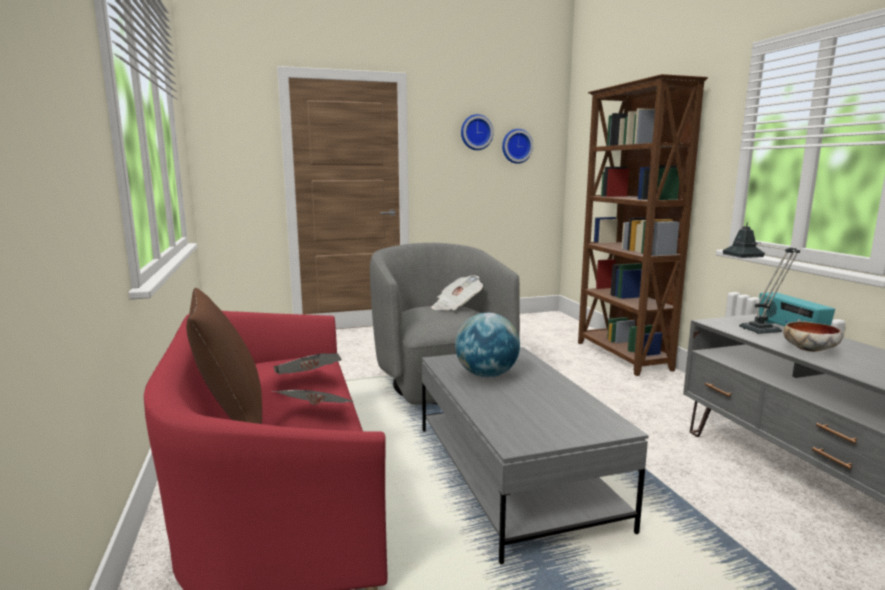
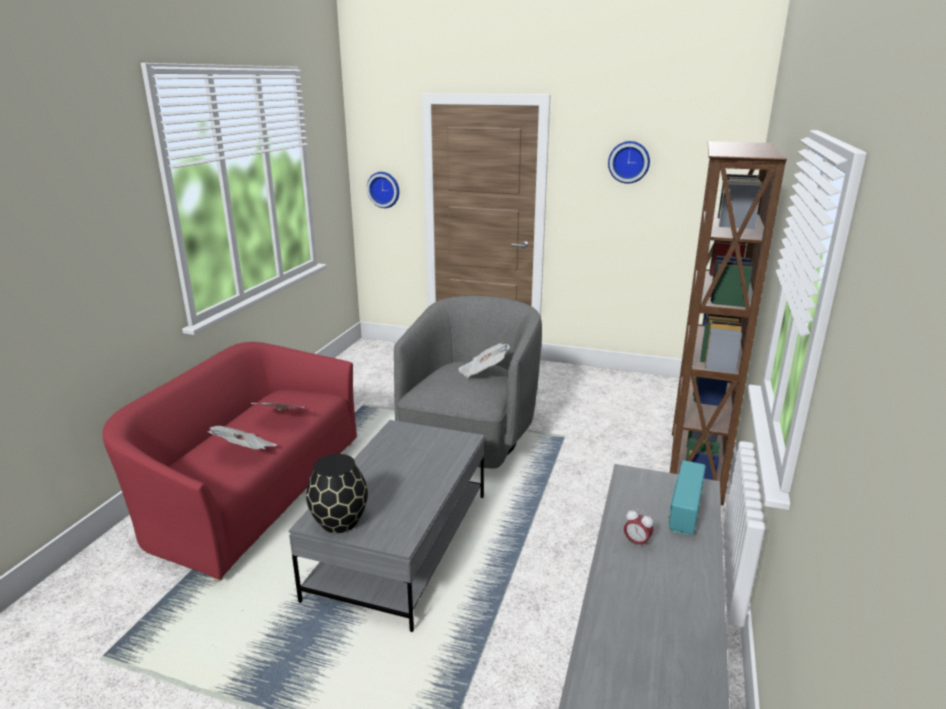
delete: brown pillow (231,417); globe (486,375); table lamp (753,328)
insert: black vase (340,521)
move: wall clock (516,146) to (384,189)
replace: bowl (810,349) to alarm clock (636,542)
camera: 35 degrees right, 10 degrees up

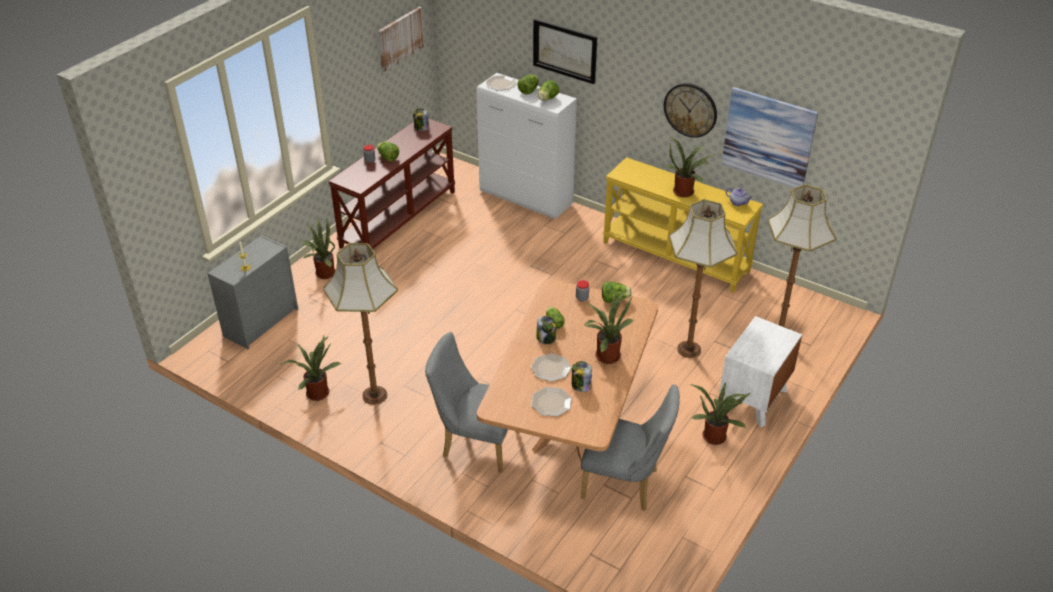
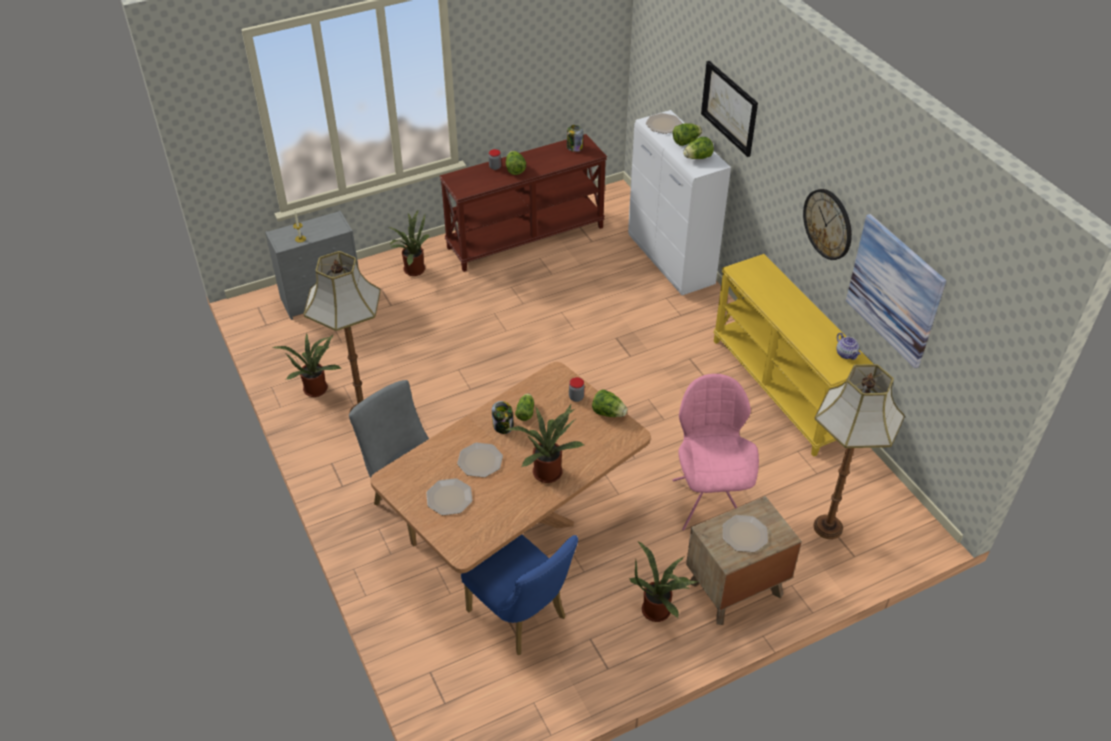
delete: picture (400,38); jar (581,385); potted plant (685,191)
insert: plate (744,534)
replace: floor lamp (688,349) to pink chair (708,500)
recolor: grey chair (625,485) to blue chair (522,618); white nightstand (753,399) to brown nightstand (735,589)
camera: 30 degrees right, 5 degrees up

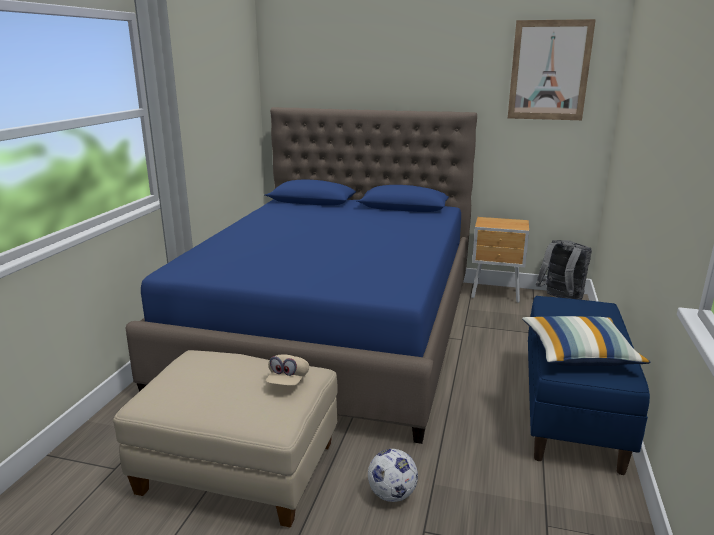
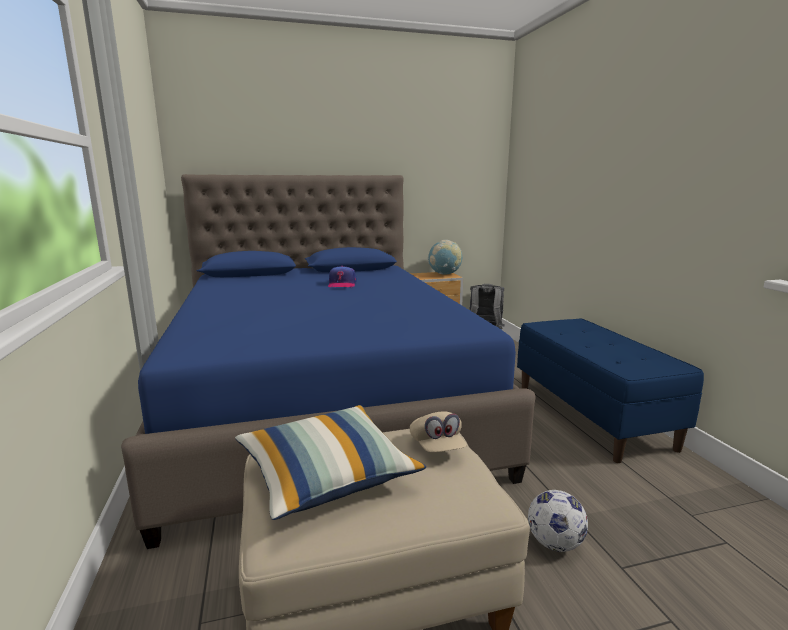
delete: picture (549,70)
insert: cap (342,284); globe (444,274)
move: pillow (579,354) to (327,475)
camera: 30 degrees left, 5 degrees down

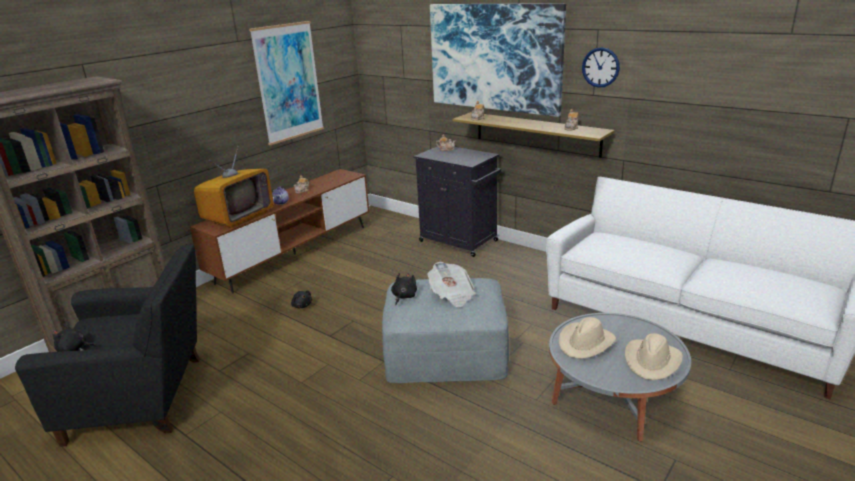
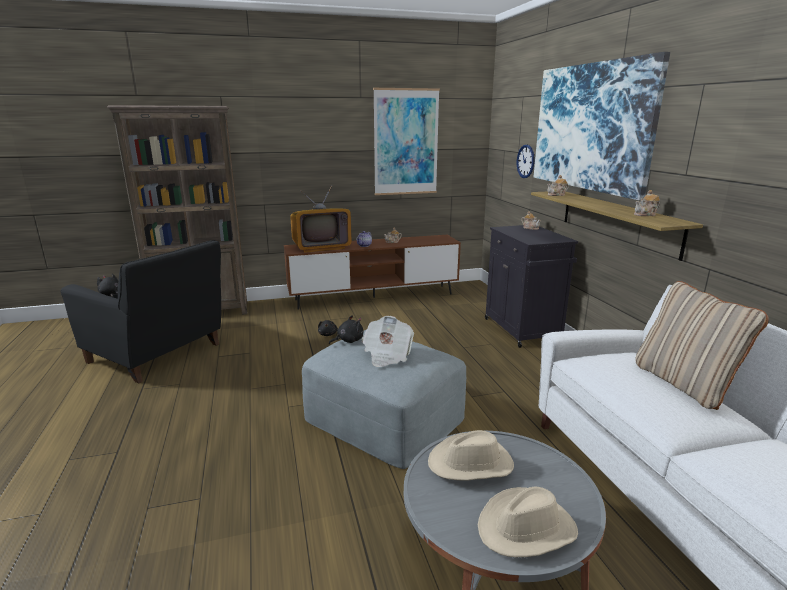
insert: beige pillow (684,384)
move: wall clock (600,67) to (525,161)
camera: 35 degrees right, 5 degrees down

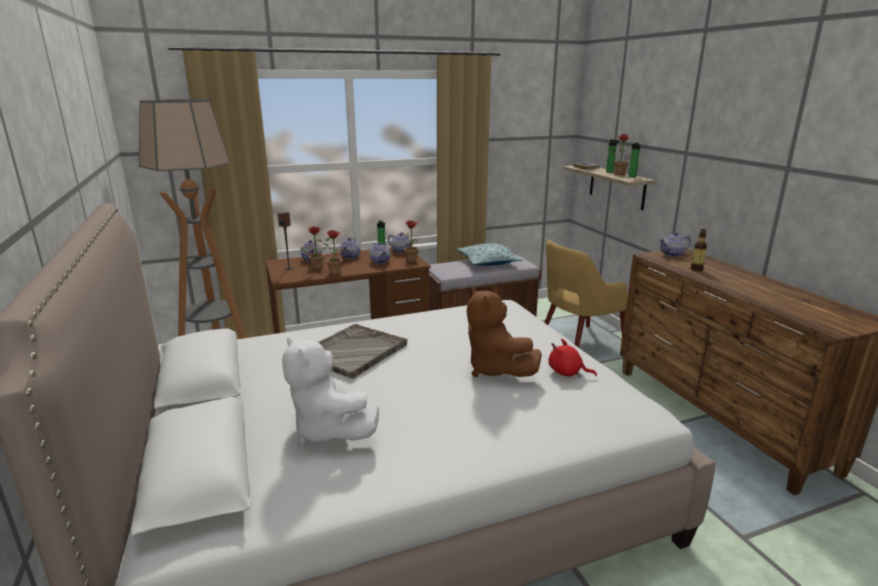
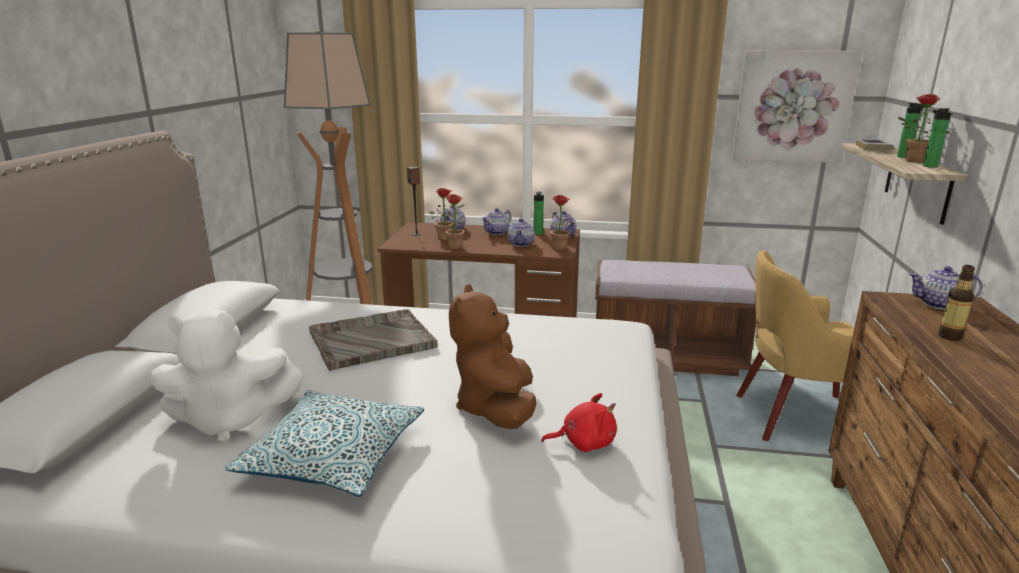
insert: picture (792,107)
move: pillow (488,262) to (333,456)
rotate: white plush toy (328,430) = (231,420) 90 degrees counterclockwise; red plush toy (567,373) = (584,442) 120 degrees clockwise
camera: 30 degrees right, 0 degrees up

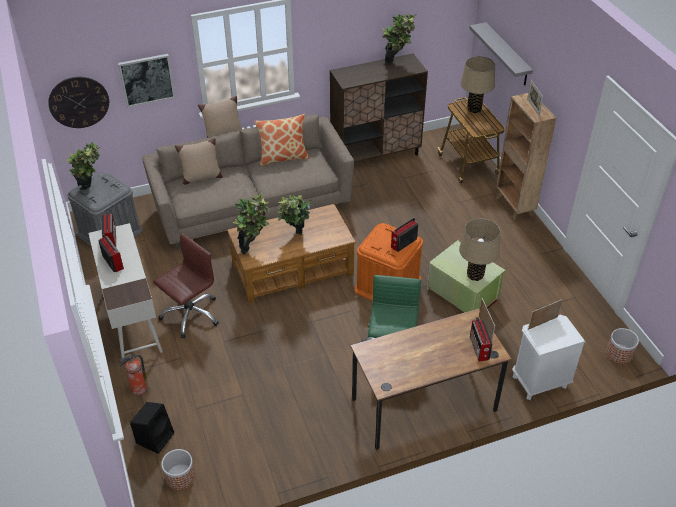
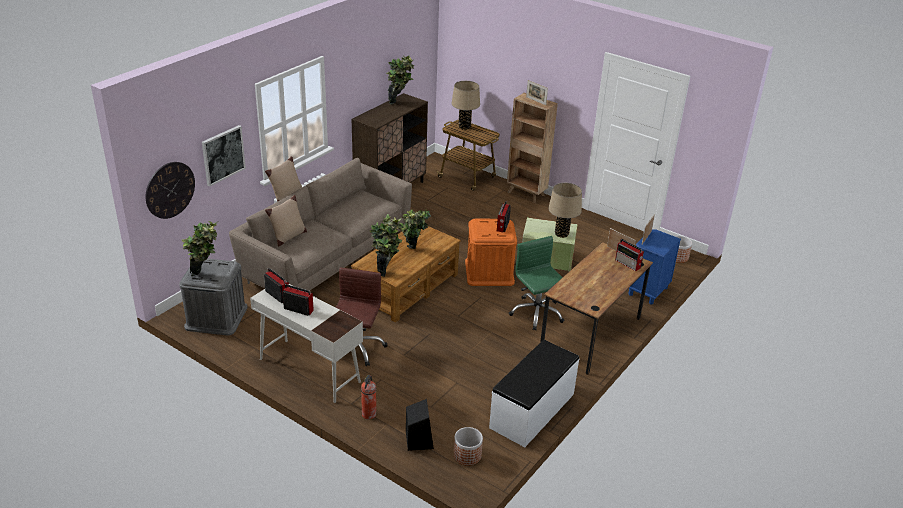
delete: pillow (283,157); grey shelf (507,54)
insert: white bench (533,411)
recolor: white nightstand (539,382) to blue nightstand (648,291)
camera: 35 degrees left, 10 degrees down

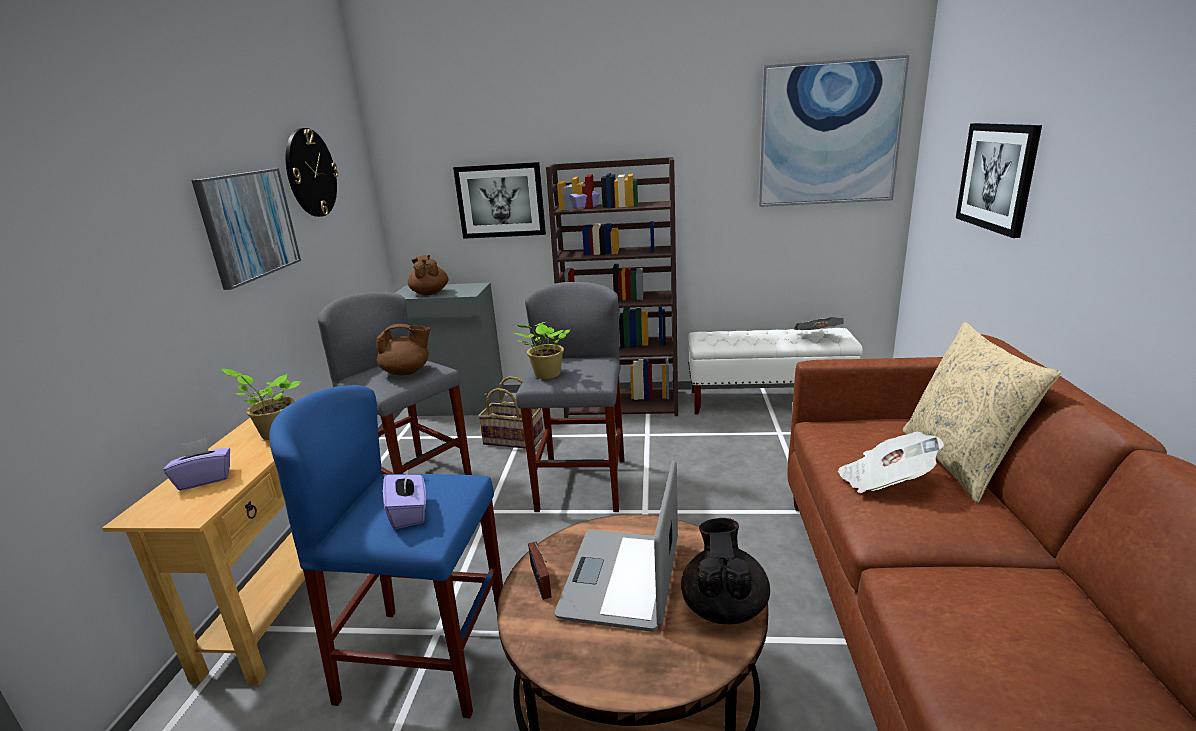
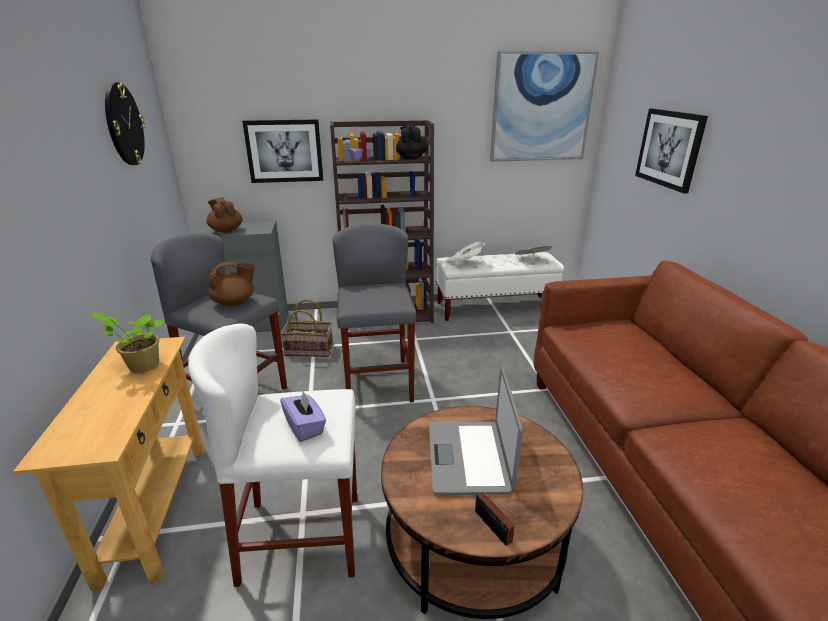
delete: purple tissue box (205,479); picture (249,225); potted plant (546,375); beige pillow (959,463)
move: black teapot (724,606) to (410,158); newspaper (885,482) to (463,263); radio (540,583) to (494,529)
recolor: blue stool (426,660) to white stool (302,537)
camera: 15 degrees left, 5 degrees up

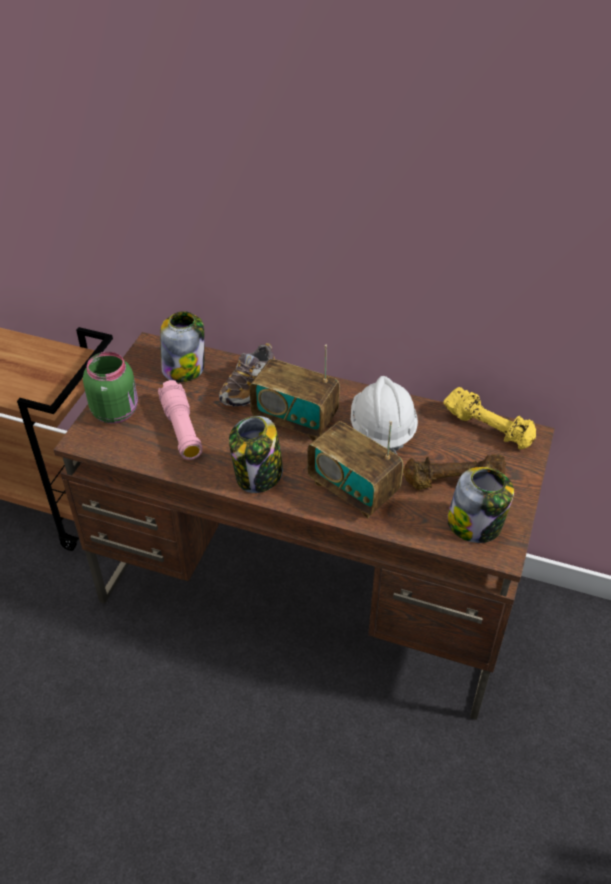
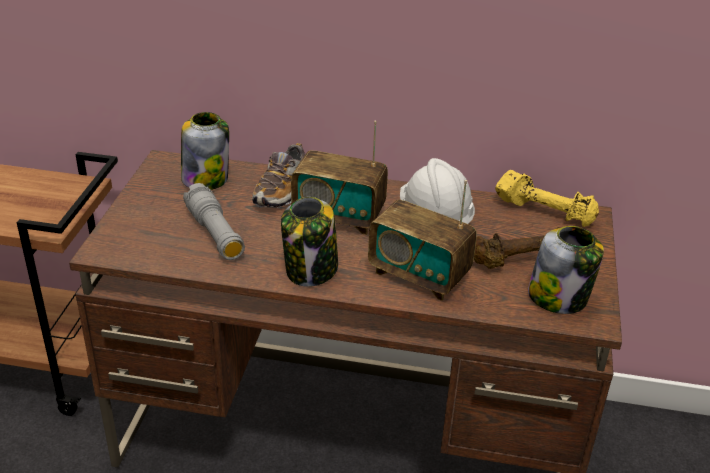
delete: green jar (116,411)
recolor: pink flashlight (181,429) to grey flashlight (215,233)
camera: 10 degrees left, 10 degrees down

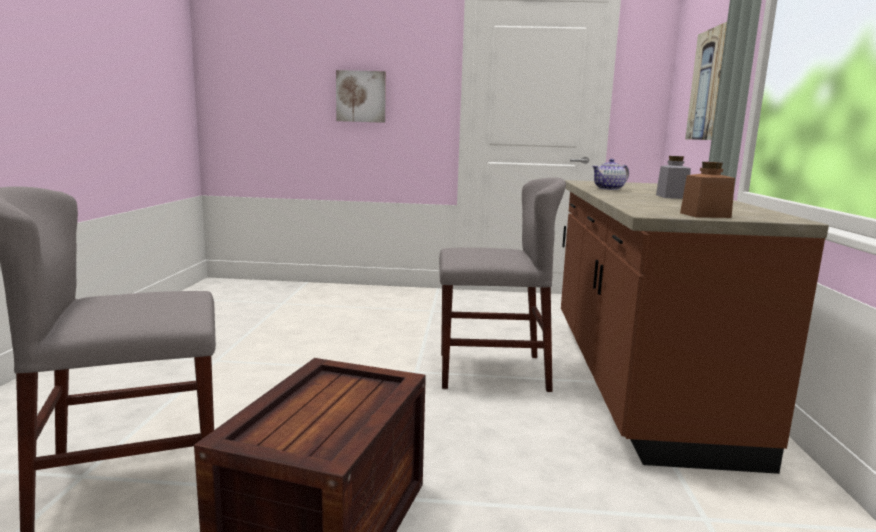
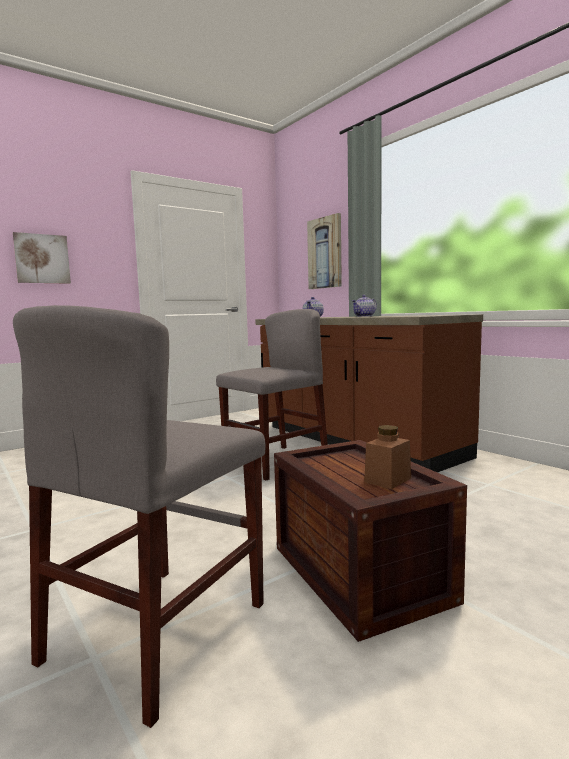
move: brown jar (705,215) to (387,480)
replace: grey jar (671,197) to teapot (364,316)
camera: 40 degrees left, 5 degrees down

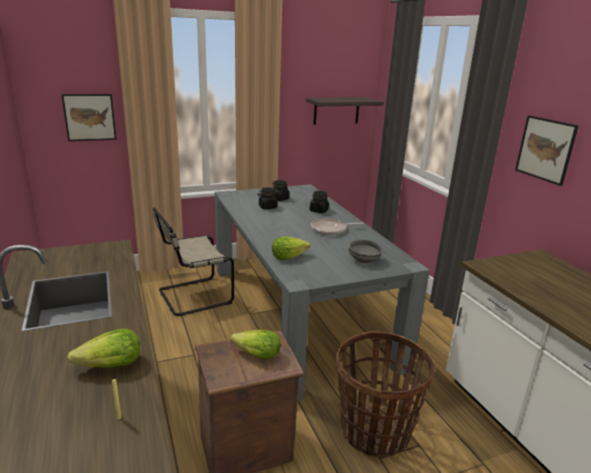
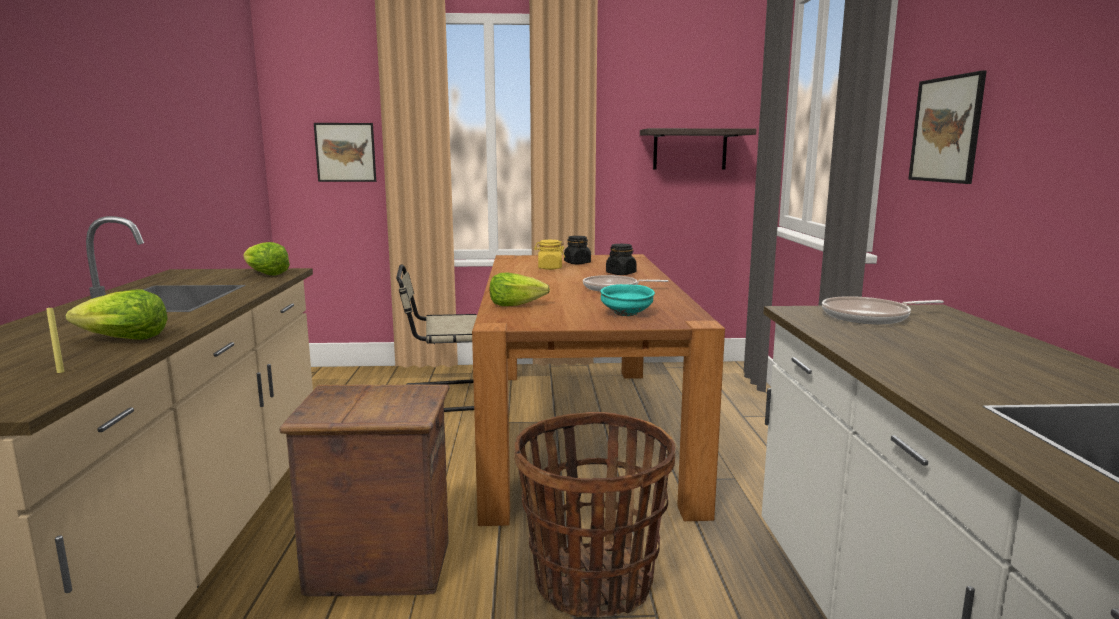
insert: frying pan (870,317)
move: lettuce (257,355) to (265,274)
recolor: grey dining table (298,313) to brown dining table (579,429); black jar (267,207) to yellow jar (549,268); grey bowl (364,260) to turquoise bowl (626,314)
camera: 20 degrees right, 10 degrees down

